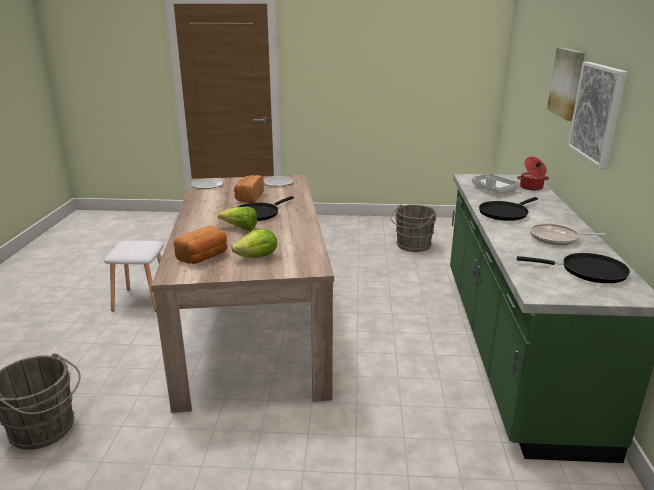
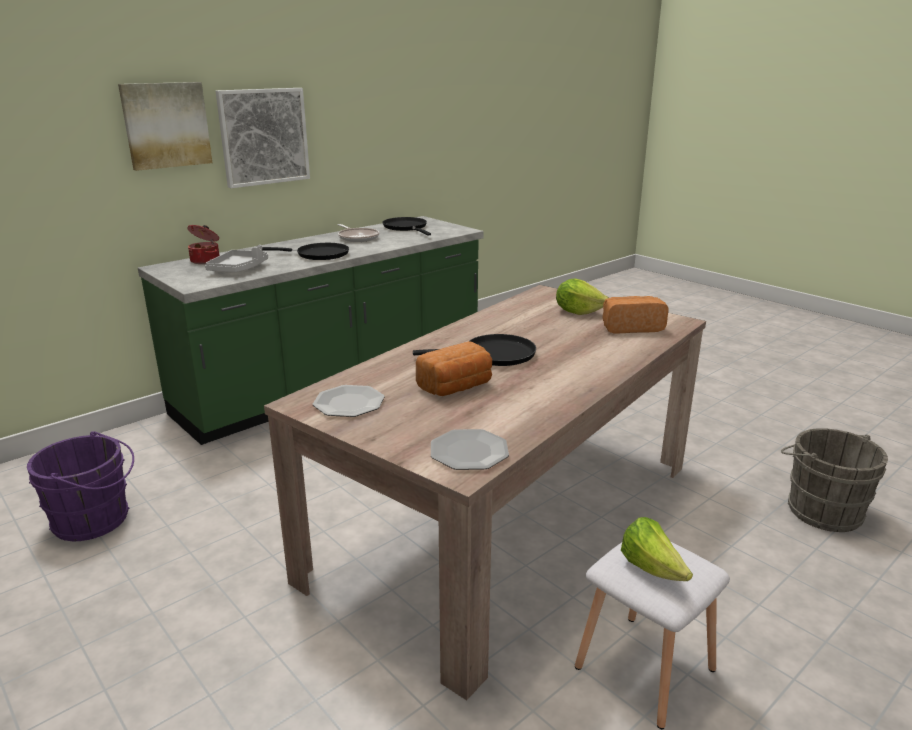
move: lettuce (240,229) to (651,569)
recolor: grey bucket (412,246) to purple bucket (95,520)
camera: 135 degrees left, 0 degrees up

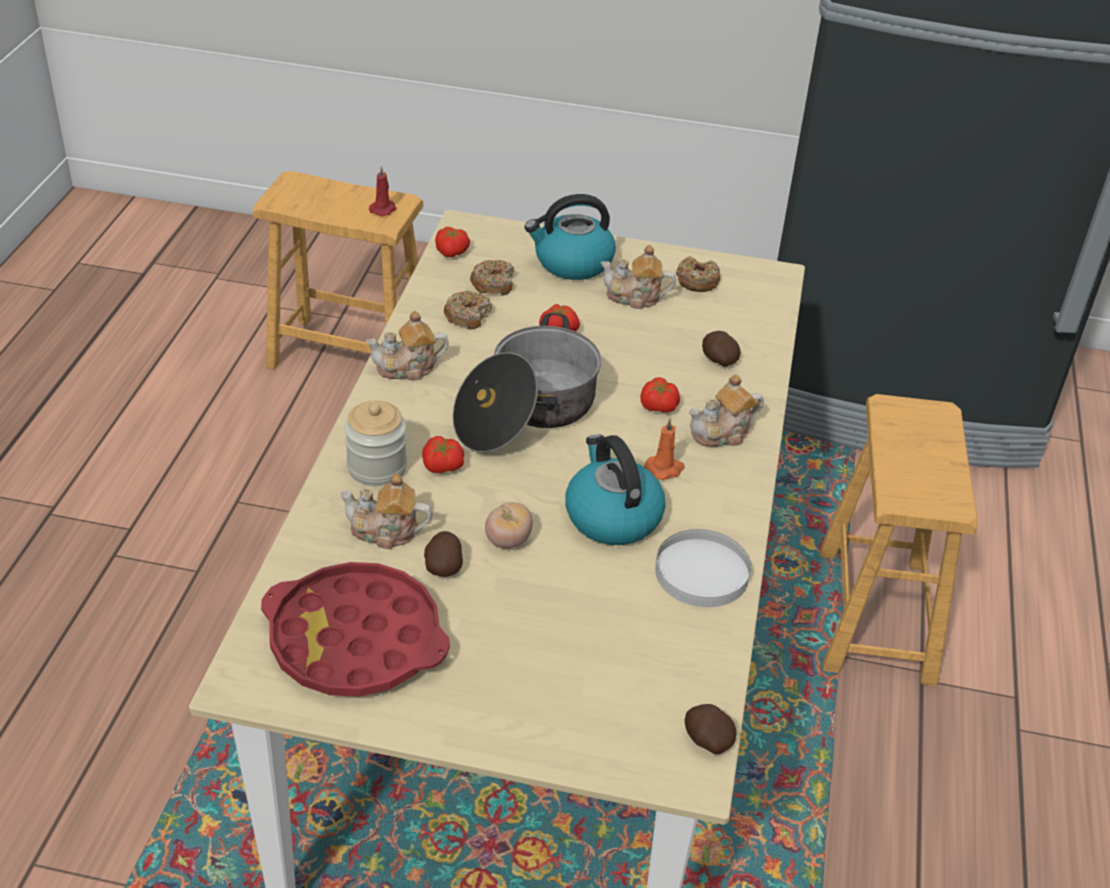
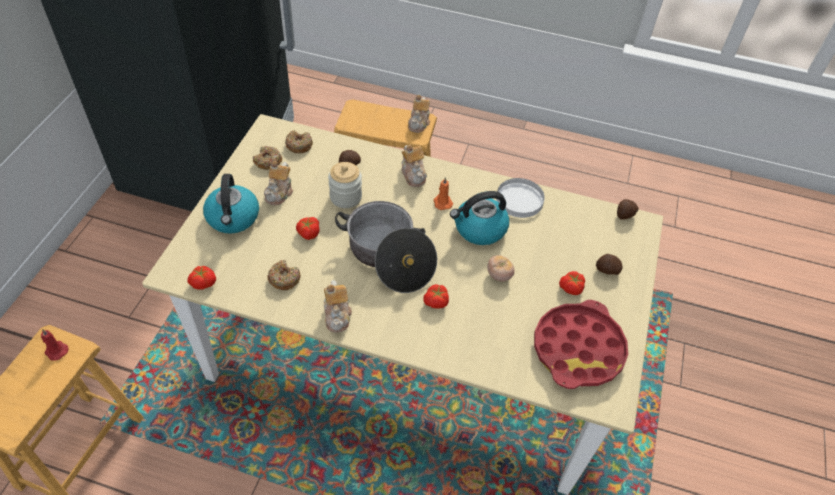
move: donut (493,284) to (299,145); jar (377,467) to (345,197); teapot (385,532) to (419,123); tomato (657,406) to (571,288); potato (444,566) to (606,270)
camera: 85 degrees left, 10 degrees up

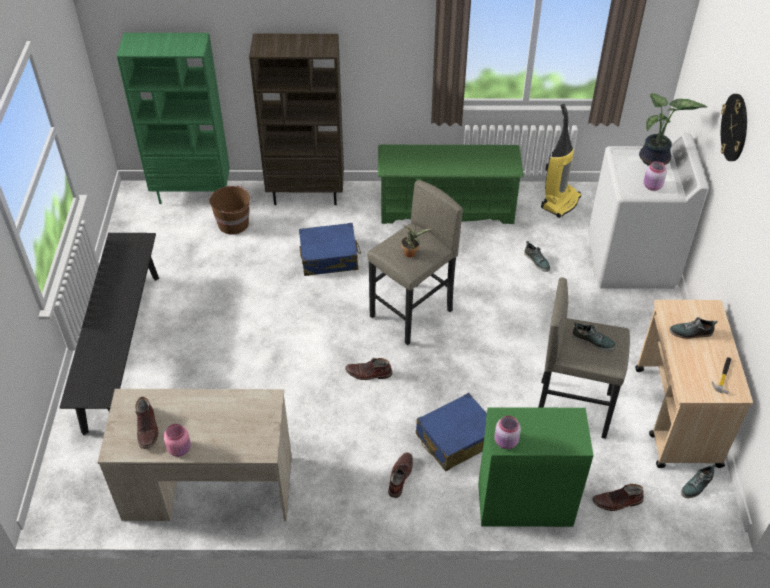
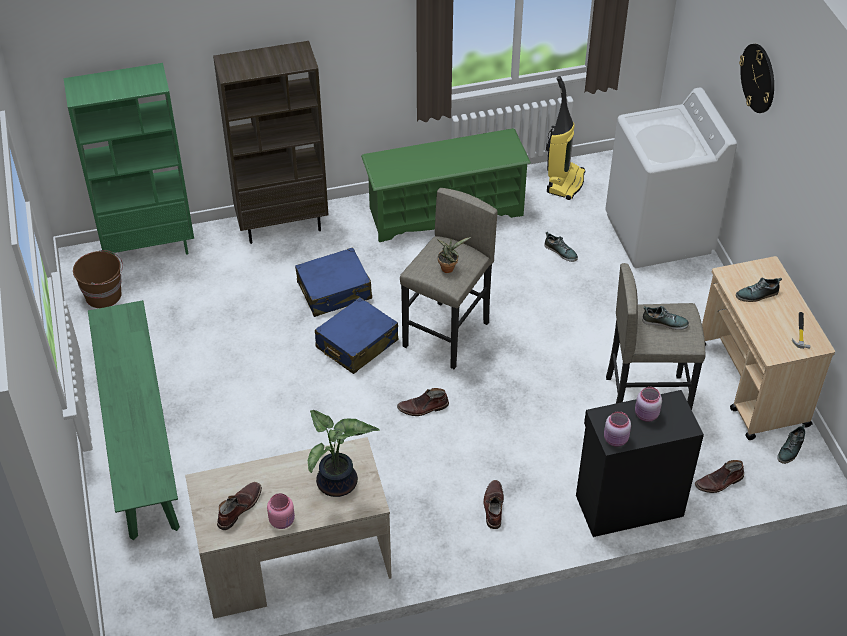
move: brown bucket (234,224) to (104,295); potted plant (655,160) to (338,485); blue suitcase (456,439) to (356,344); pink jar (652,186) to (646,415)
recolor: black bench (122,350) to green bench (140,439); green cabinet (524,503) to black cabinet (628,504)
rotate: brown boot (147,428) = (239,508) 120 degrees counterclockwise
camera: 15 degrees left, 0 degrees up

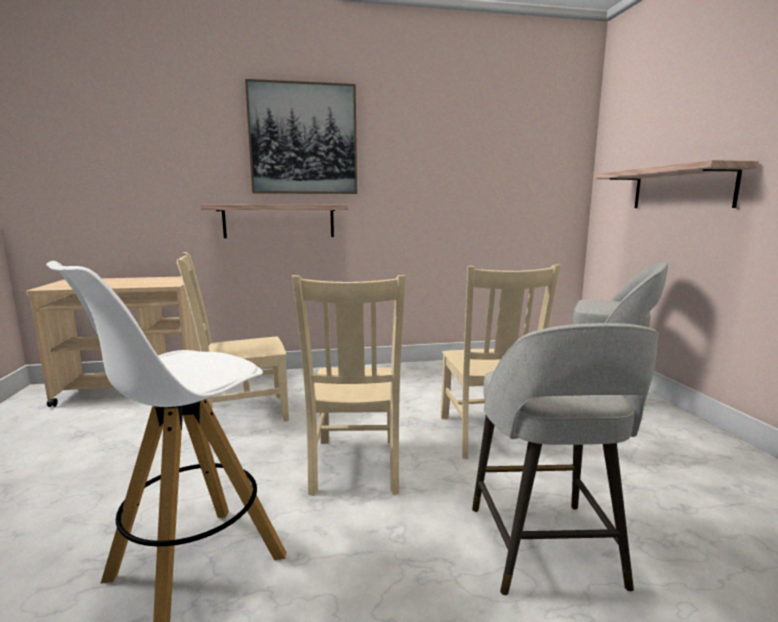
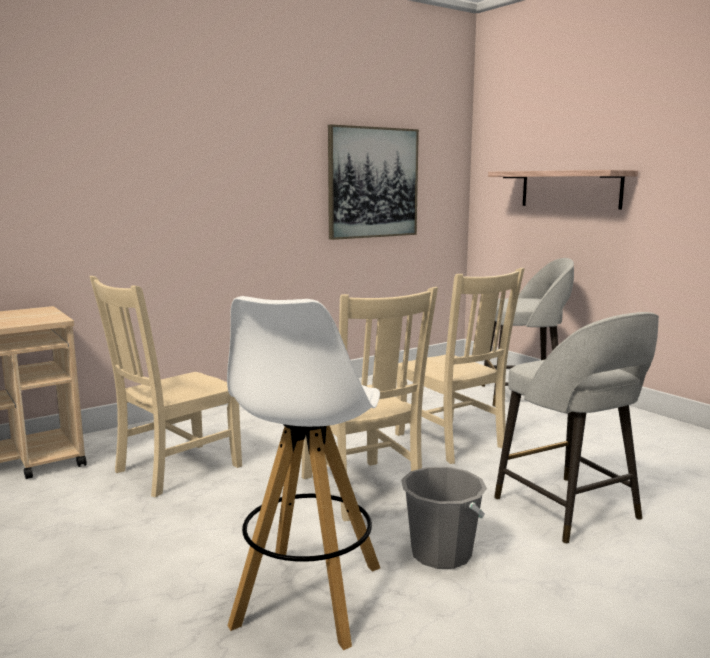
delete: shelf (279,221)
insert: grey bucket (441,554)
move: picture (303,139) to (373,183)
camera: 25 degrees left, 0 degrees up

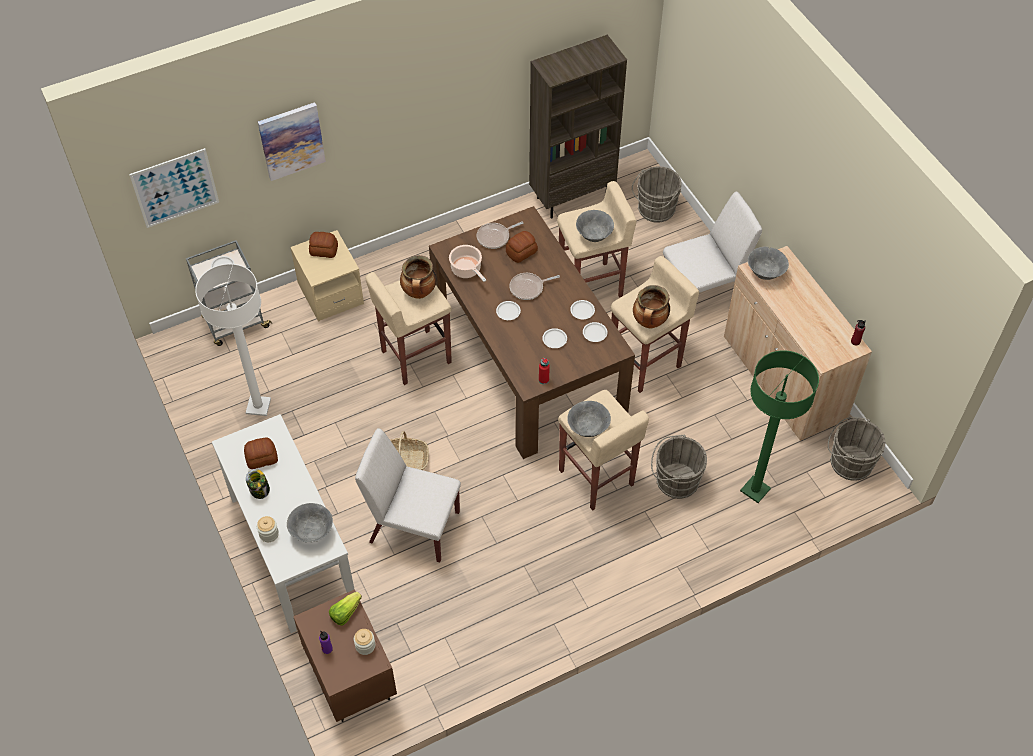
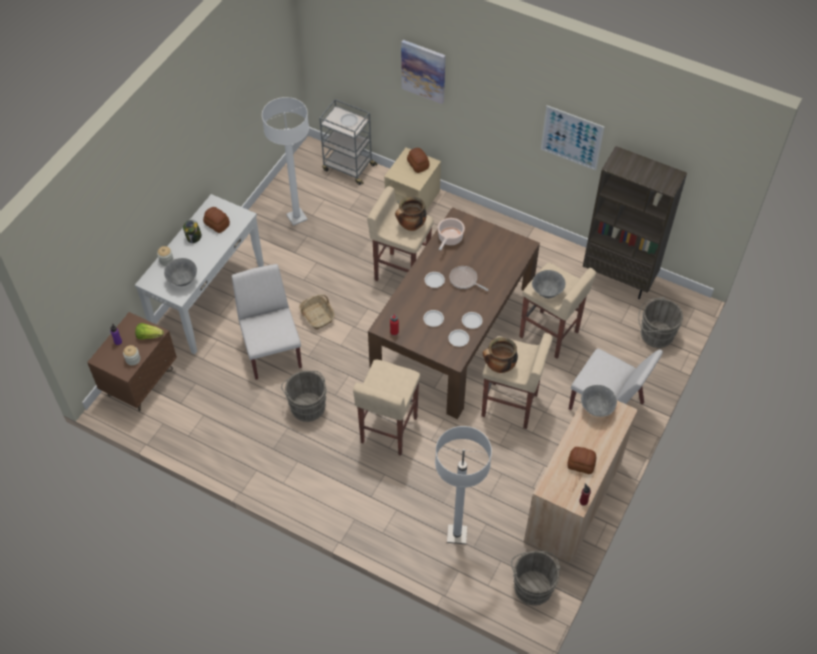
delete: frying pan (495,237); grey bowl (588,429)
move: grey bucket (674,480) to (307,405); picture (175,188) to (572,137); bread (522,252) to (581,464)
recolor: green floor lamp (755,490) to white floor lamp (457,535)
camera: 55 degrees right, 0 degrees up

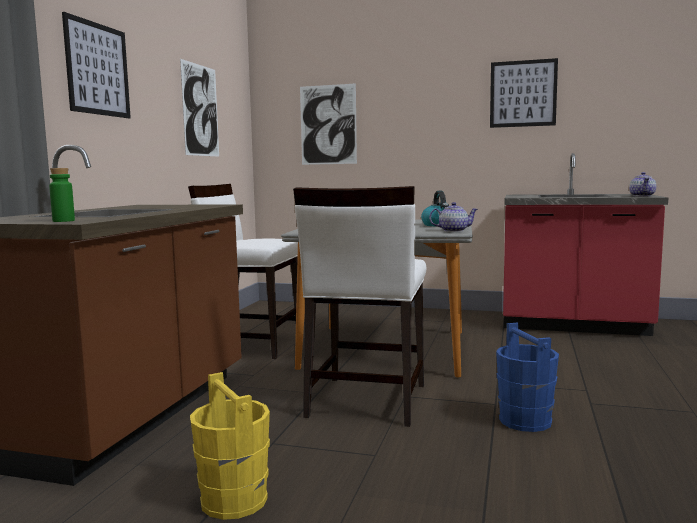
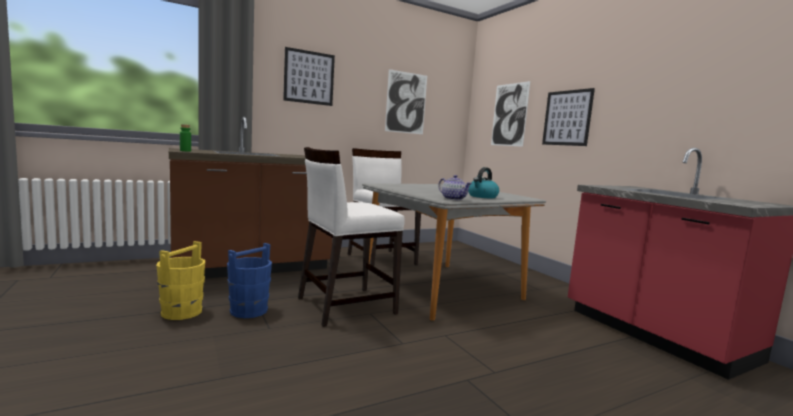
delete: teapot (642,196)
move: blue bucket (525,420) to (249,310); picture (523,93) to (567,118)
camera: 45 degrees right, 0 degrees up

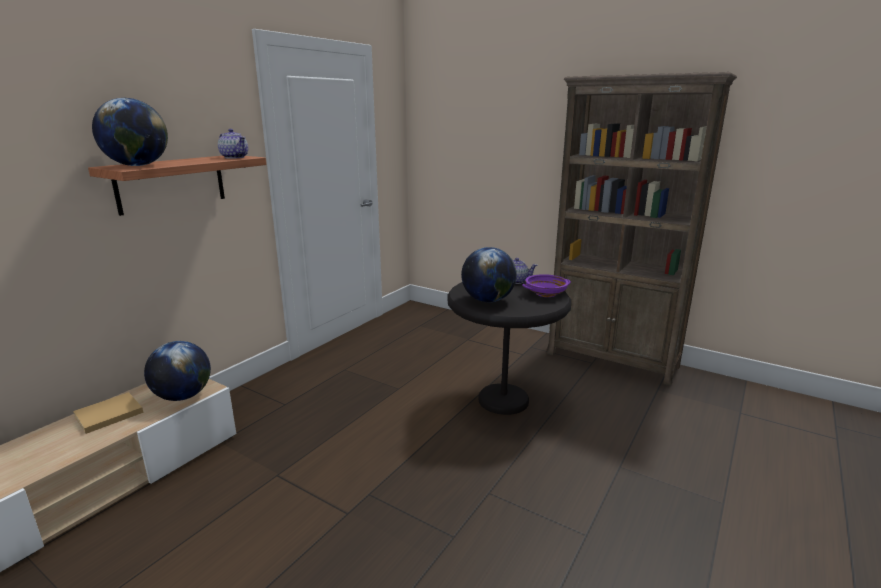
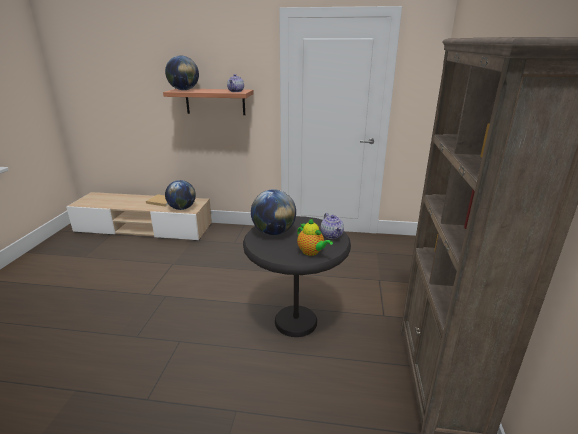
replace: purple bowl (545,294) to teapot (311,252)
camera: 65 degrees right, 5 degrees up

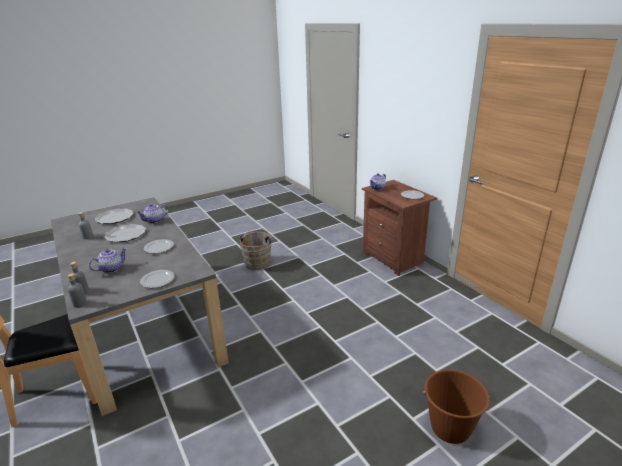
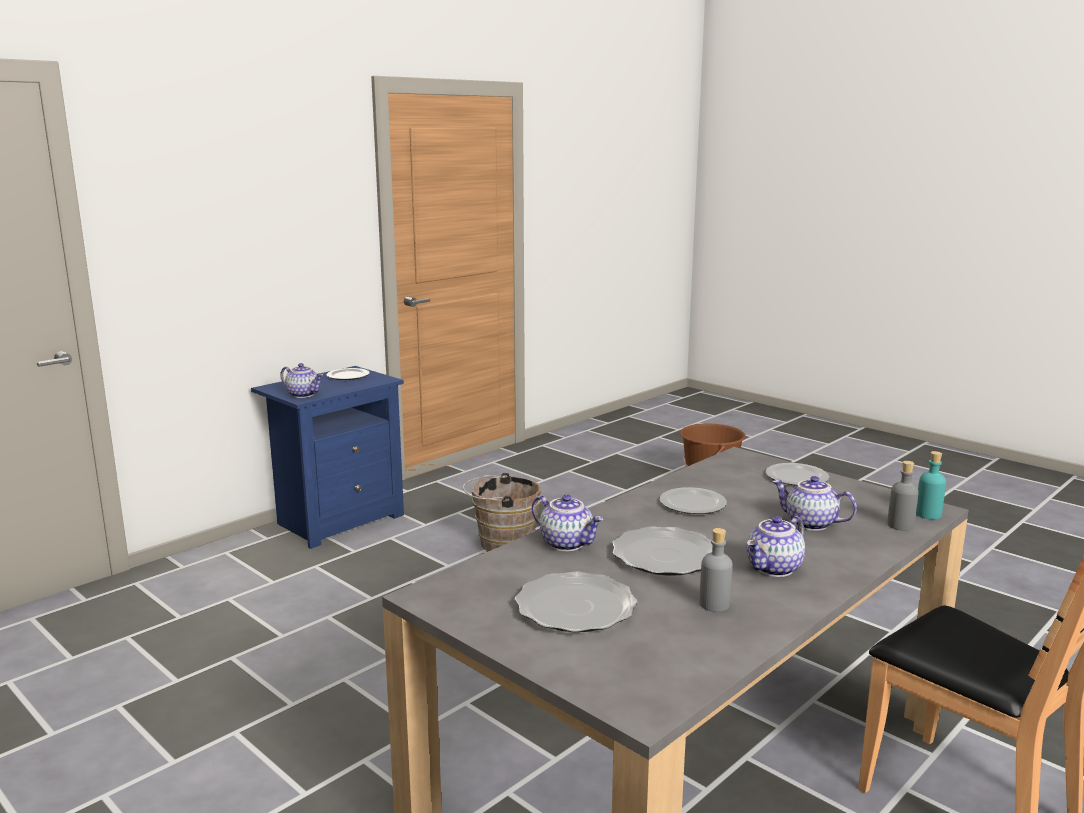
insert: teapot (774,569)
move: brown bucket (258,262) to (502,543)
recolor: brown nightstand (394,258) to blue nightstand (338,520); grey bottle (80,303) to turquoise bottle (928,514)
camera: 105 degrees left, 10 degrees down

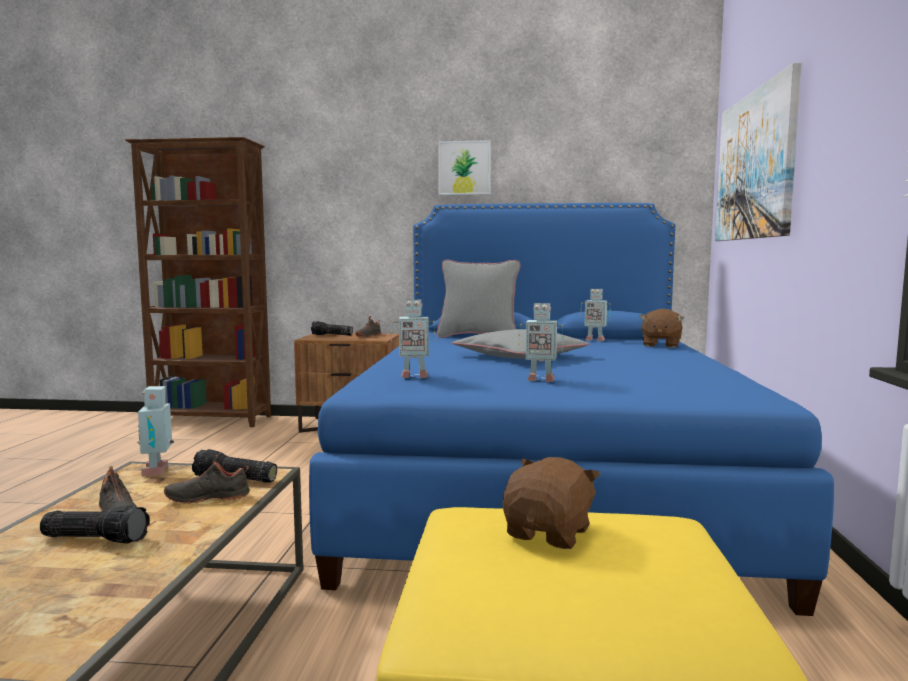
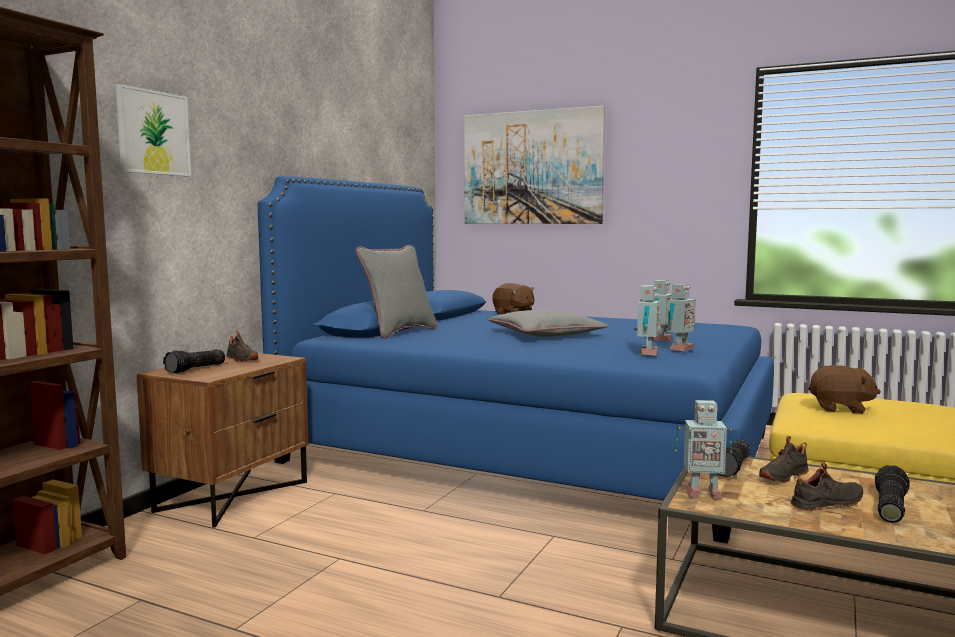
move: picture (464,168) to (153,133); toy robot (594,340) to (679,349)
rotate: black shoe (208,497) = (782,476) 45 degrees clockwise; brown plush toy (549,533) = (840,408) 150 degrees clockwise
camera: 70 degrees left, 0 degrees up

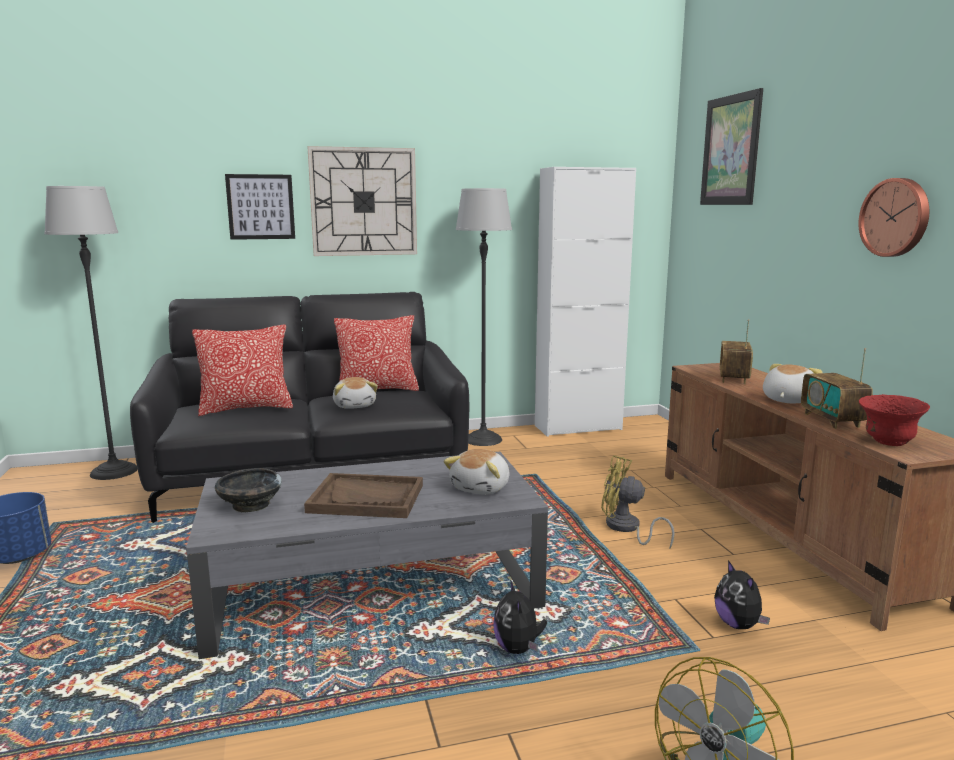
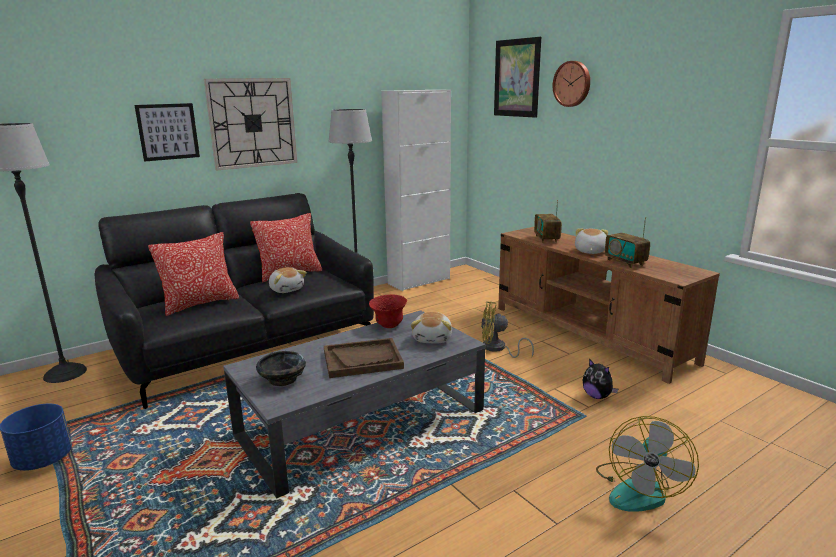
delete: plush toy (518,648)
move: red bowl (888,442) to (389,325); wall clock (896,217) to (572,84)
camera: 20 degrees left, 5 degrees up

